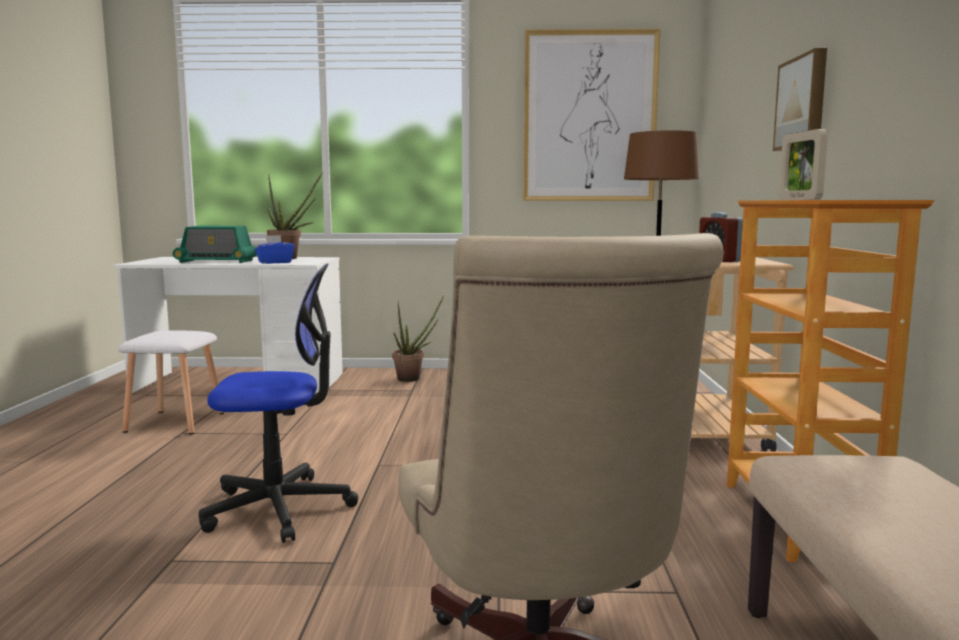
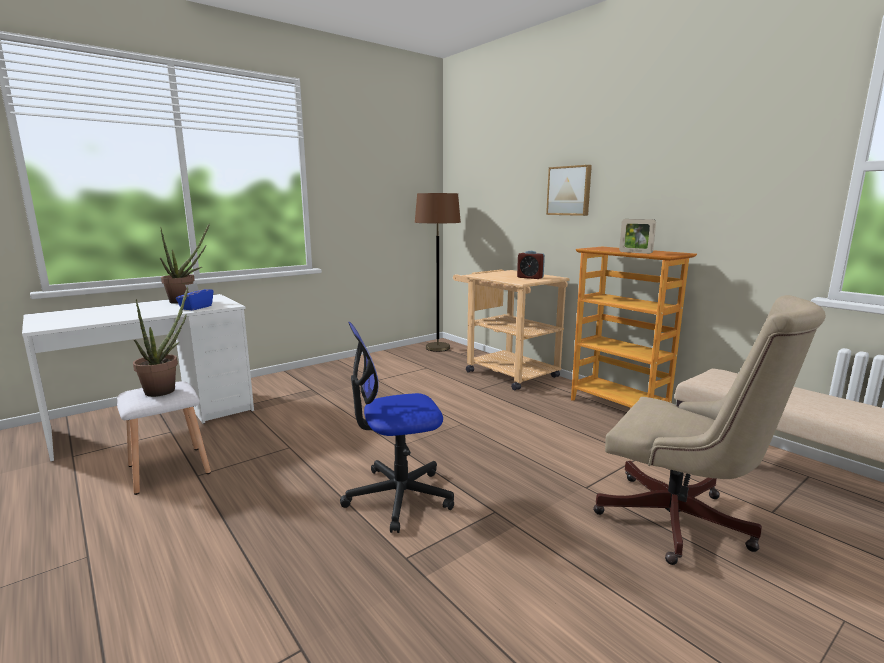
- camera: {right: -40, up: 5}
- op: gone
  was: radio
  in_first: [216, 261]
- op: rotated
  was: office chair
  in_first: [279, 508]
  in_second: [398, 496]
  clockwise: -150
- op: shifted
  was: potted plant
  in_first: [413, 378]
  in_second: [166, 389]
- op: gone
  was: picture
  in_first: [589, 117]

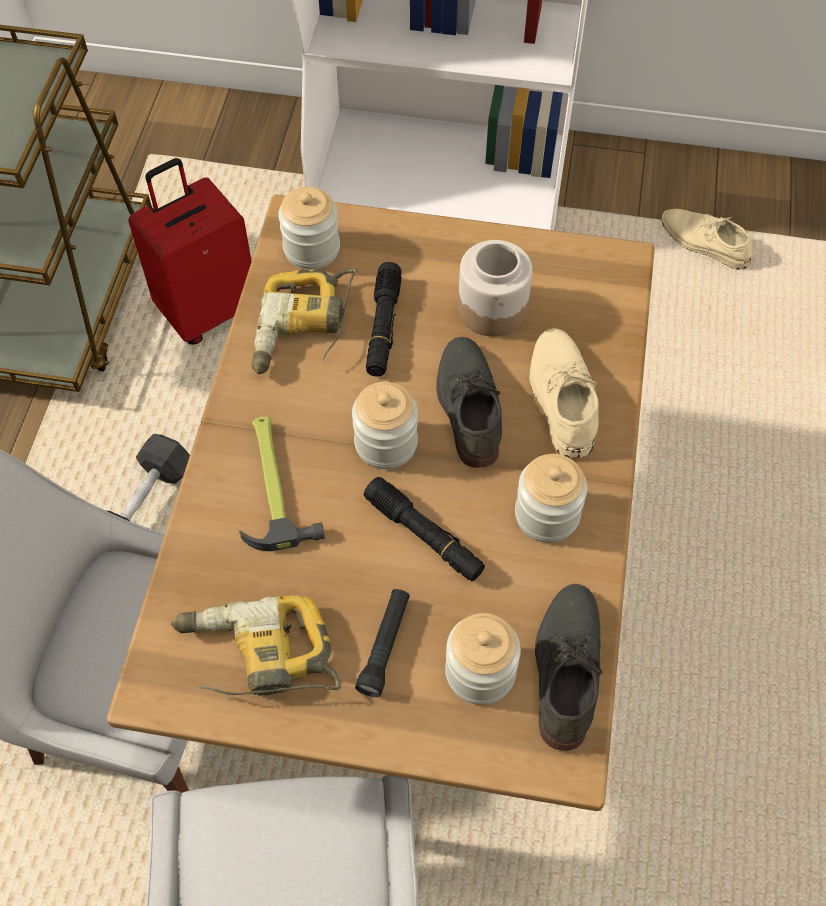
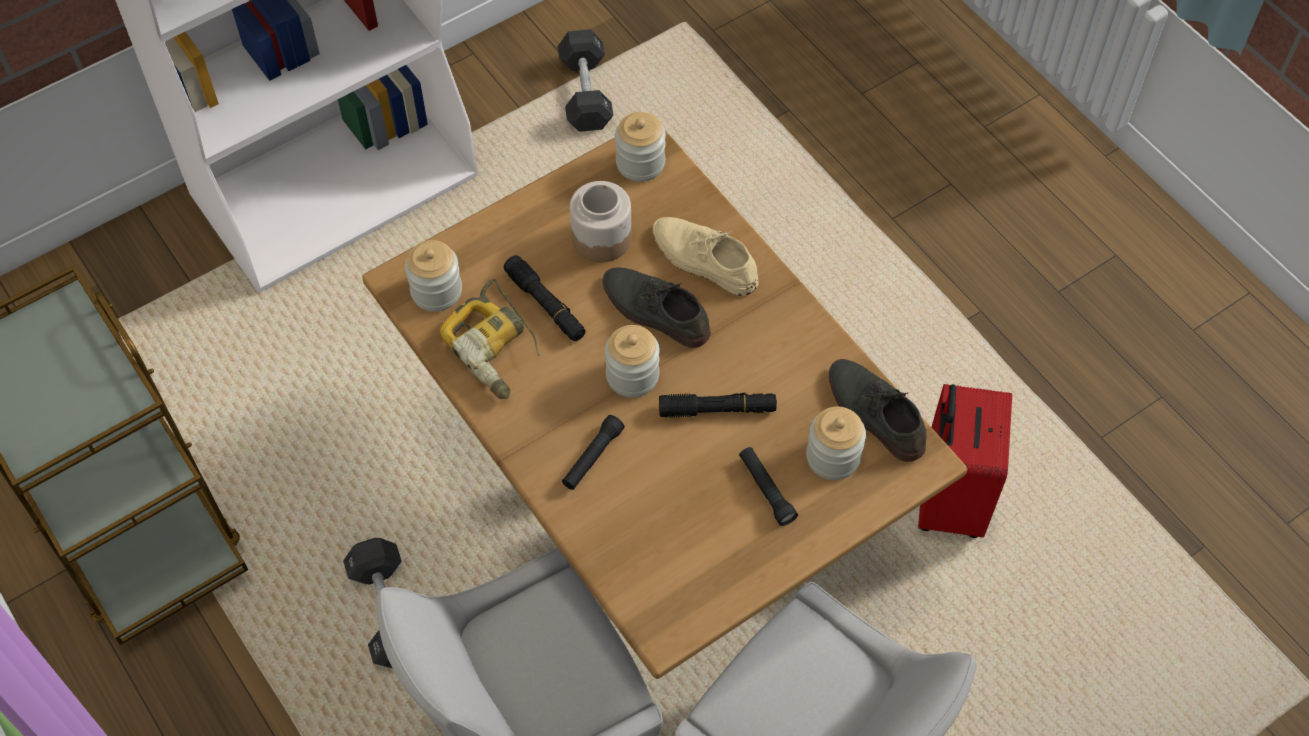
- camera: {right: -45, up: 0}
- op: shifted
  was: suitcase/red
  in_first: [208, 310]
  in_second: [948, 499]
- op: gone
  was: power drill
  in_first: [256, 657]
- op: swapped
  was: hammer
  now: flashlight/black
  in_first: [273, 484]
  in_second: [592, 458]
- op: shifted
  was: jar
  in_first: [547, 515]
  in_second: [640, 163]
- op: swapped
  was: shoe/beige
  now: dumbbell/black
  in_first: [704, 242]
  in_second: [585, 93]

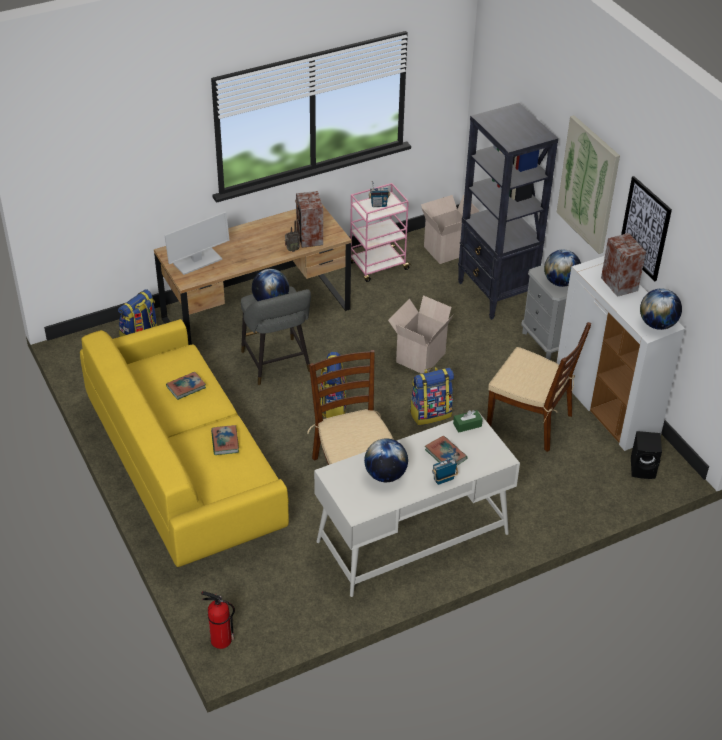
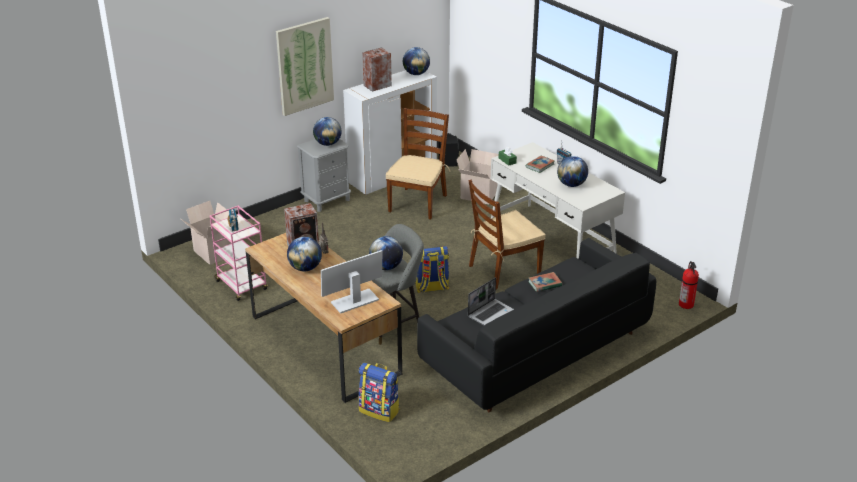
- camera: {right: -100, up: -10}
- op: repainted
  was: sofa/yellow
  now: sofa/black
  in_first: [186, 468]
  in_second: [534, 350]
- op: rotated
  was: monitor
  in_first: [197, 262]
  in_second: [355, 301]
  clockwise: -75
- op: swapped
  was: book
  now: laptop
  in_first: [186, 387]
  in_second: [491, 314]
- op: shifted
  was: cardboard box
  in_first: [419, 356]
  in_second: [478, 195]
- op: gone
  was: backpack
  in_first: [430, 413]
- op: gone
  was: bookcase/black
  in_first: [496, 294]
- op: gone
  was: picture
  in_first: [645, 228]
- op: new
  now: globe
  in_second: [305, 268]

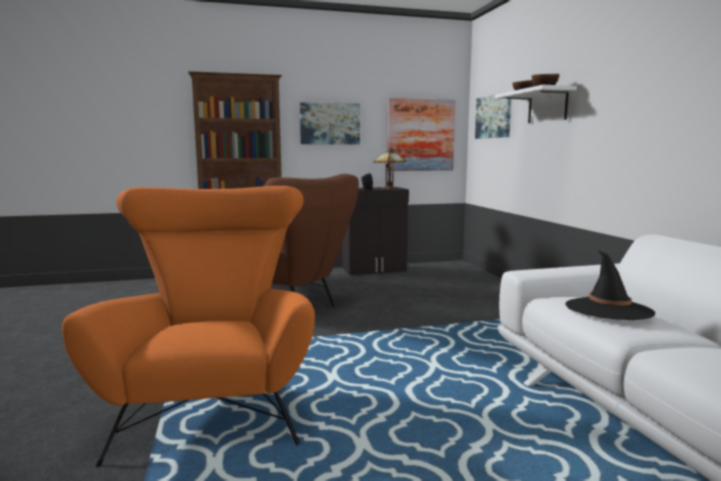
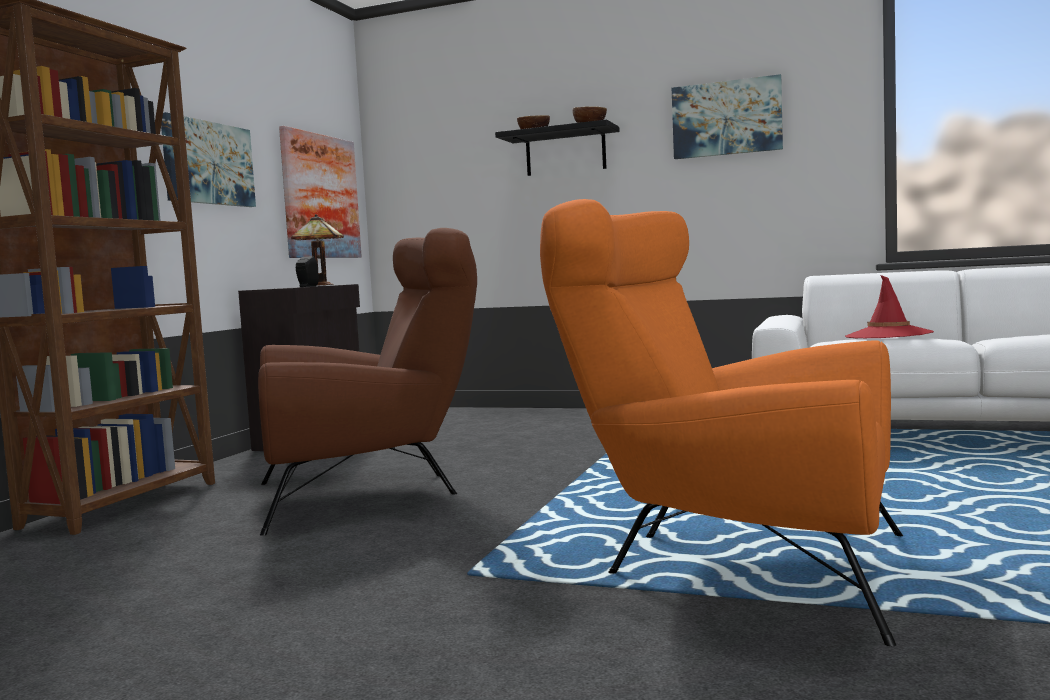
- camera: {right: -55, up: -5}
- op: shifted
  was: picture
  in_first: [493, 116]
  in_second: [726, 118]
- op: repainted
  was: shelf/white
  now: shelf/black
  in_first: [547, 106]
  in_second: [565, 152]
- op: repainted
  was: hat/black
  now: hat/red
  in_first: [608, 309]
  in_second: [888, 336]

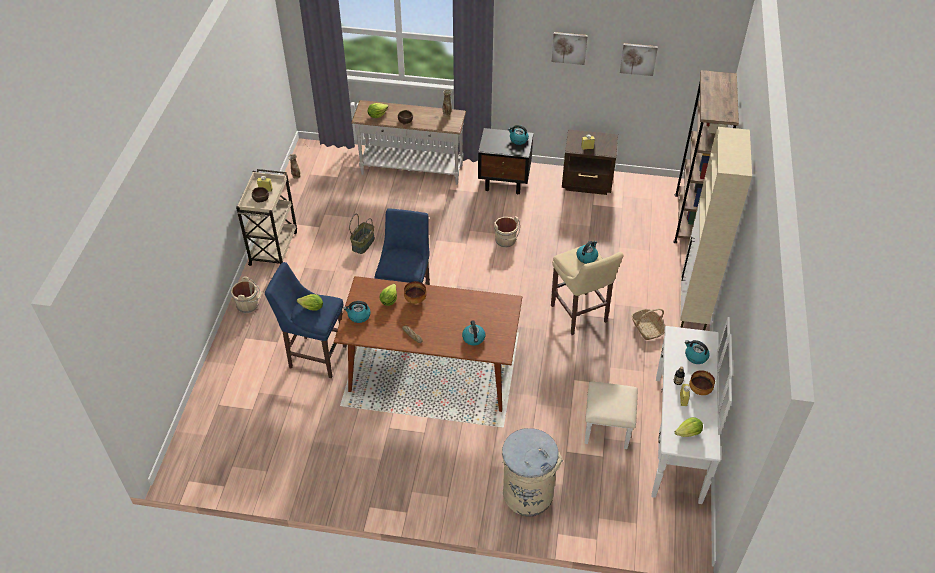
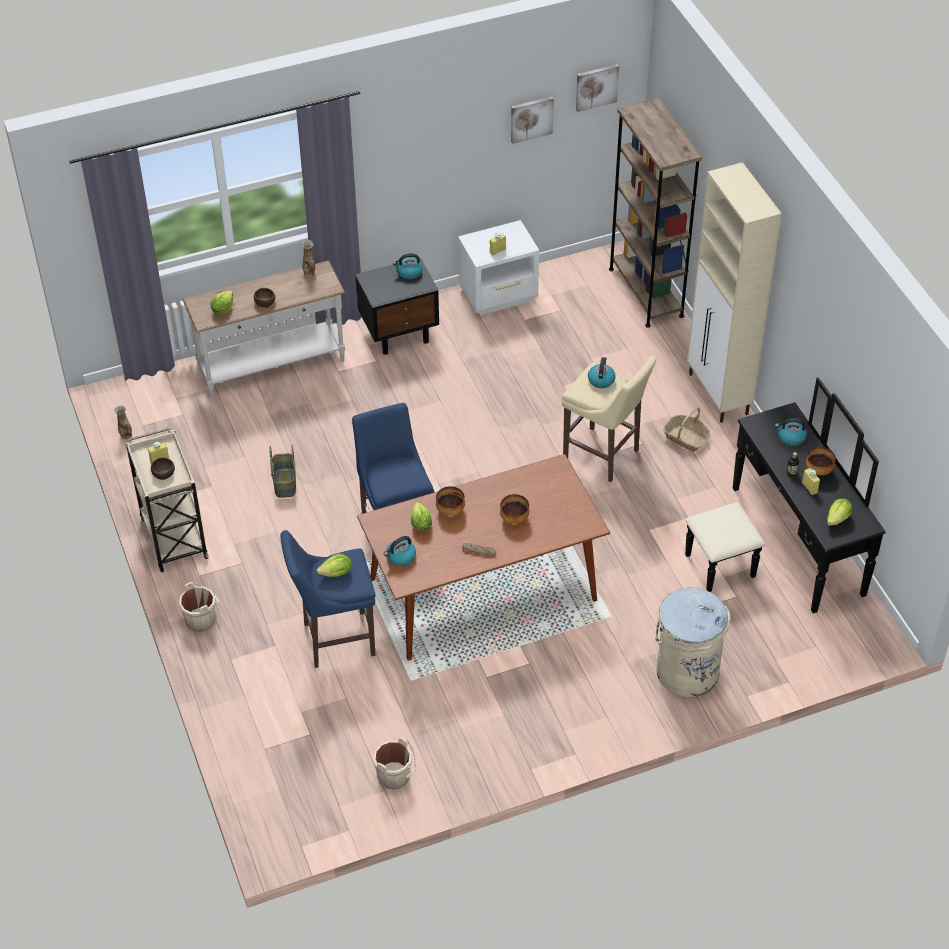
- camera: {right: -30, up: 0}
- op: gone
  was: kettle
  in_first: [474, 338]
- op: shifted
  was: bucket/beige
  in_first: [506, 241]
  in_second: [395, 776]
- op: shifted
  was: picture
  in_first: [569, 47]
  in_second: [596, 87]
- op: repainted
  was: nightstand/brown
  now: nightstand/white
  in_first: [587, 183]
  in_second: [499, 295]
- op: repainted
  was: dresser/white
  now: dresser/black
  in_first: [661, 436]
  in_second: [780, 547]
- op: new
  now: bowl
  in_second: [514, 518]

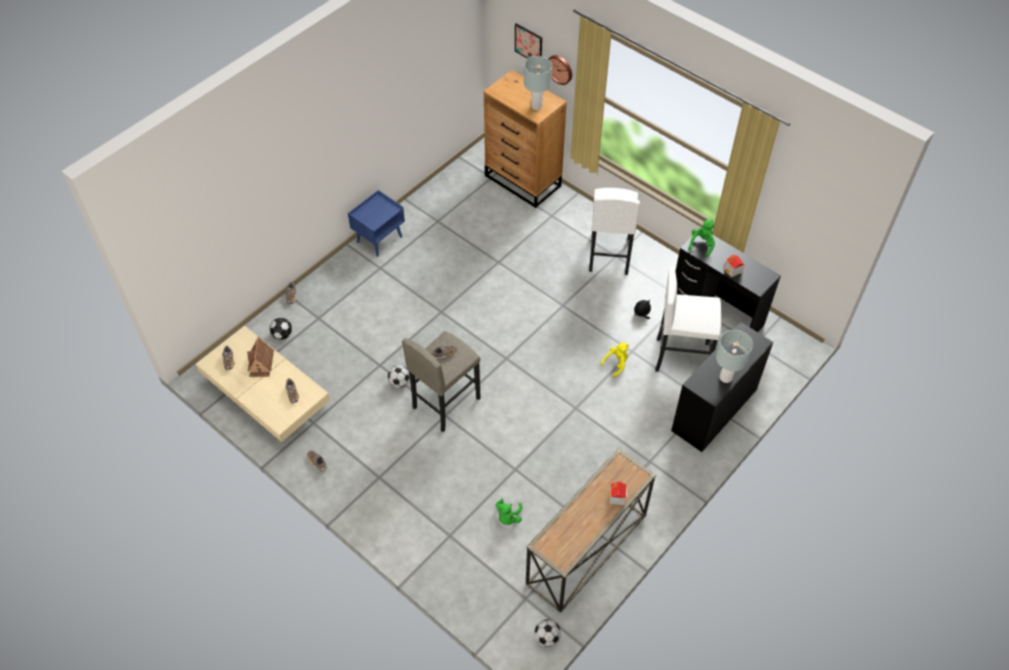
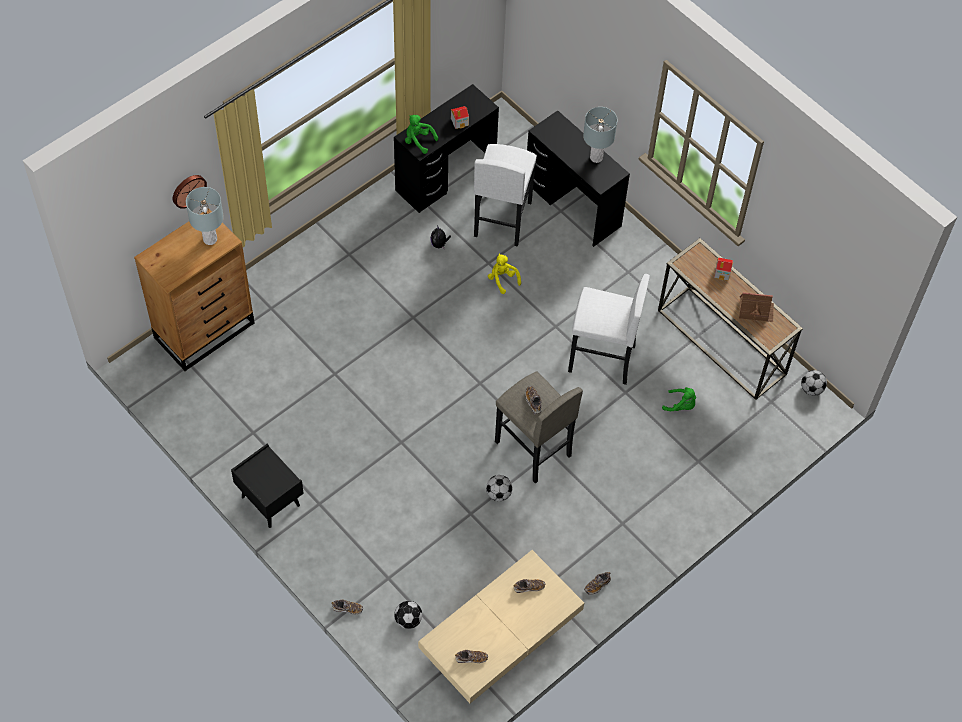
- camera: {right: -85, up: 5}
- op: shifted
  was: toy house
  in_first: [261, 364]
  in_second: [755, 310]
- op: repainted
  was: nightstand/blue
  now: nightstand/black
  in_first: [379, 239]
  in_second: [270, 501]
- op: gone
  was: picture
  in_first: [528, 44]
- op: shifted
  was: stool/white
  in_first: [609, 255]
  in_second: [601, 359]

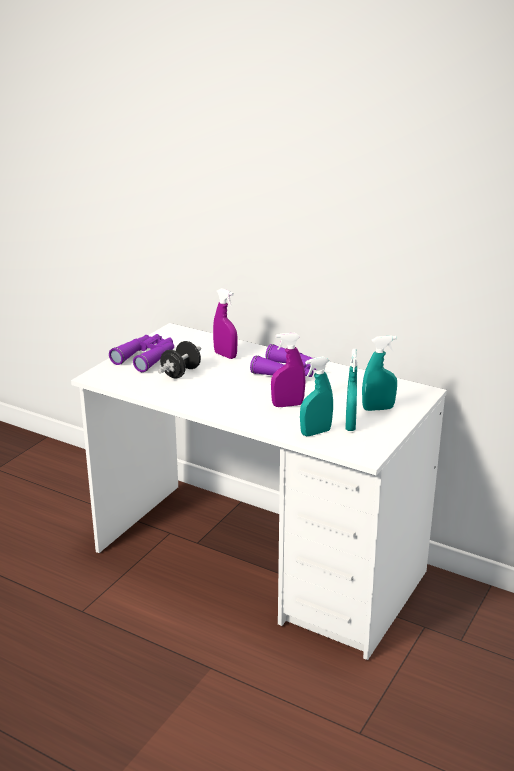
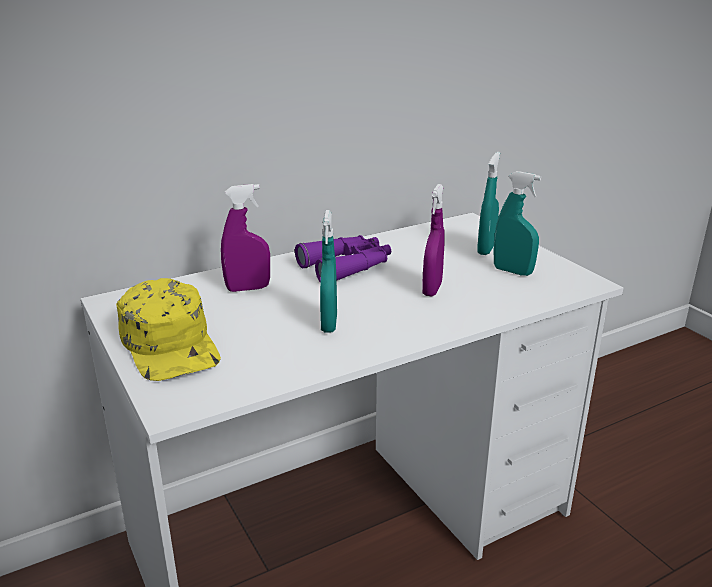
- camera: {right: -60, up: 0}
- op: swapped
  was: binoculars/purple
  now: cap/yellow
  in_first: [146, 358]
  in_second: [171, 344]
- op: gone
  was: dumbbell/black
  in_first: [181, 373]
- op: shifted
  was: spray bottle/turquoise
  in_first: [315, 432]
  in_second: [329, 324]

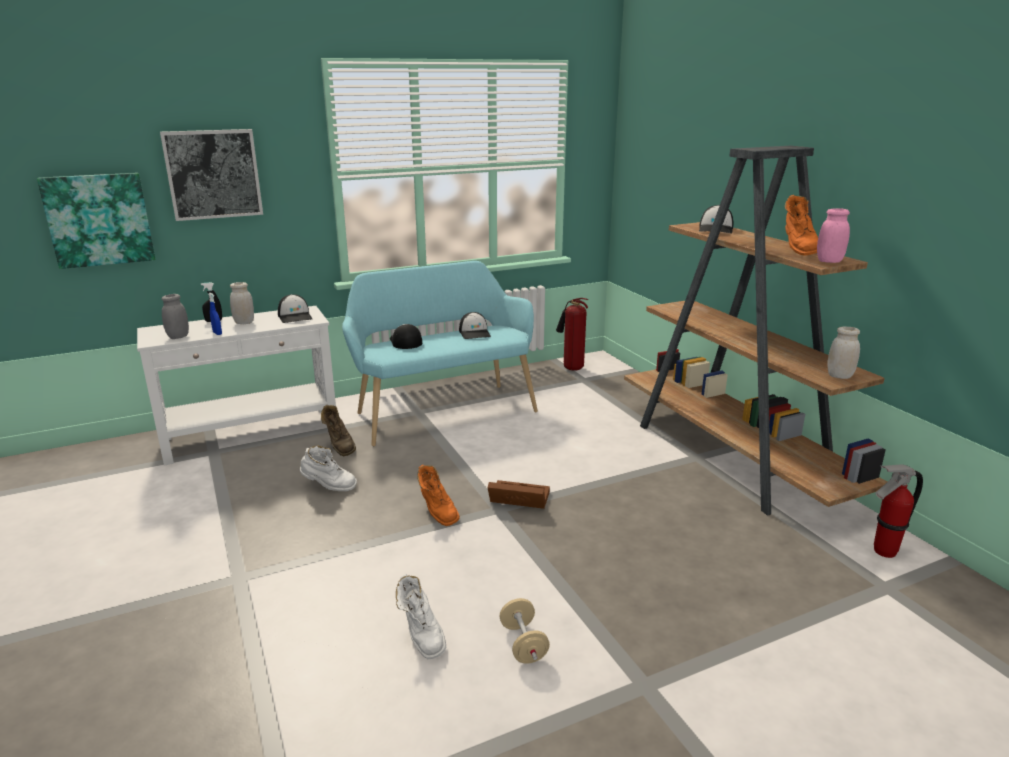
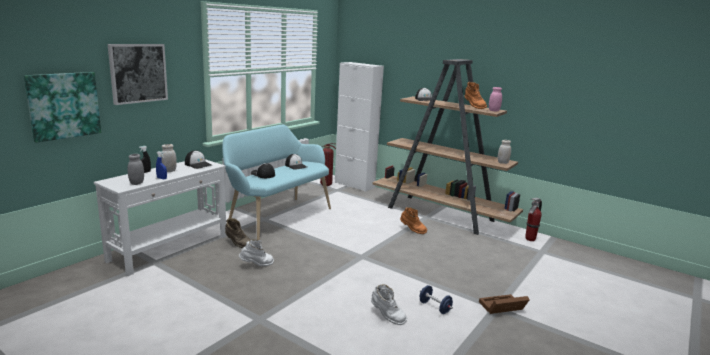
- camera: {right: -30, up: -5}
- op: shifted
  was: boot/orange
  in_first: [437, 512]
  in_second: [412, 230]
- op: shifted
  was: storage box/brown
  in_first: [517, 499]
  in_second: [501, 308]
- op: repainted
  was: dumbbell/beige
  now: dumbbell/blue
  in_first: [523, 644]
  in_second: [434, 307]
- op: new
  now: cabinet/white
  in_second: [354, 185]

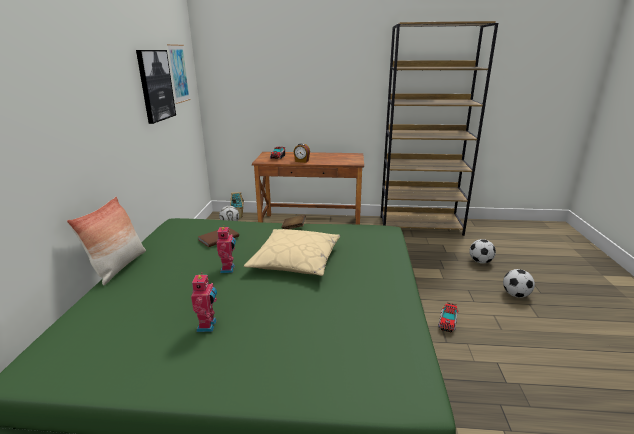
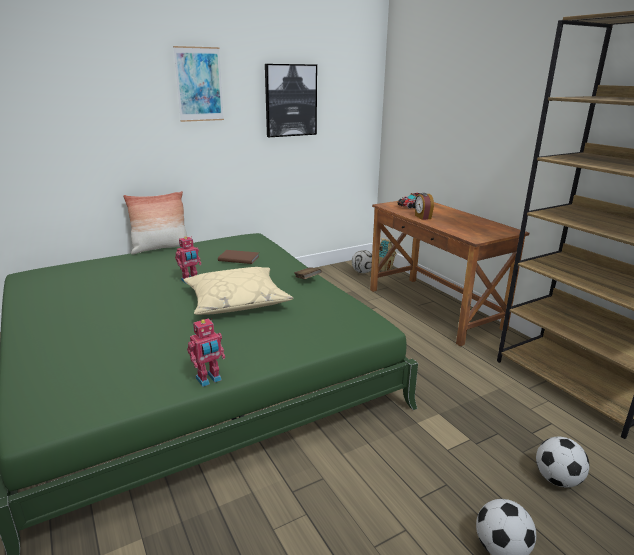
- camera: {right: 55, up: 0}
- op: shifted
  was: picture
  in_first: [178, 73]
  in_second: [199, 84]
- op: shifted
  was: toy robot
  in_first: [208, 326]
  in_second: [209, 380]
- op: gone
  was: toy truck
  in_first: [447, 322]

